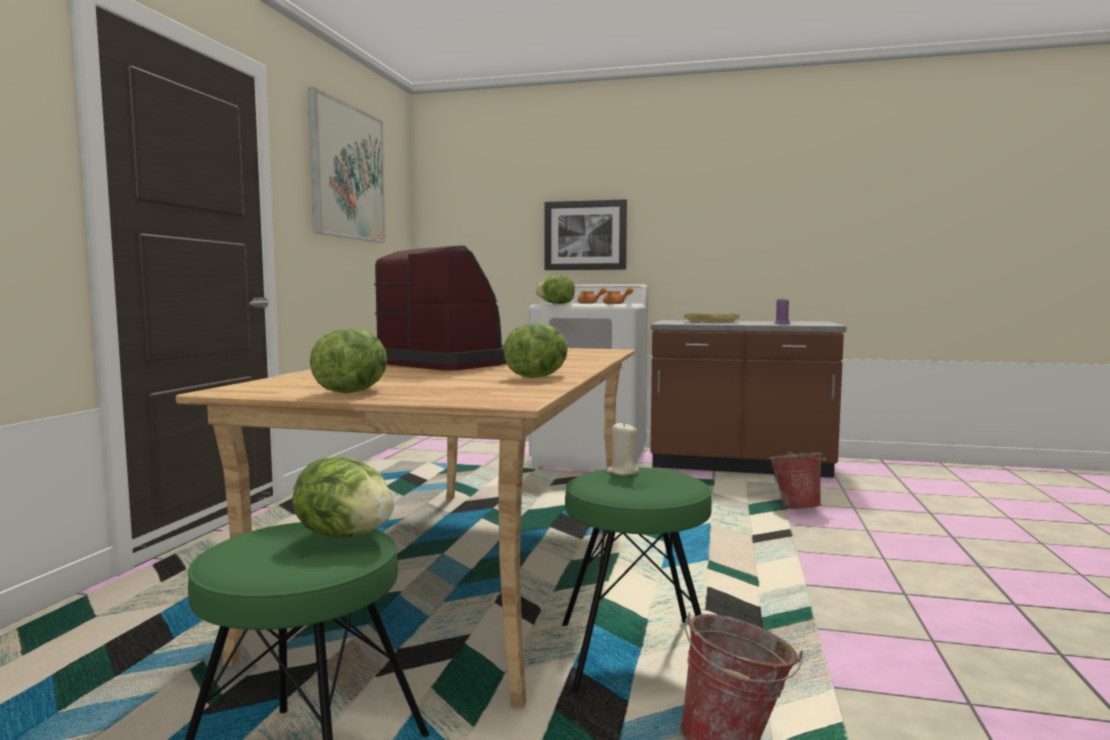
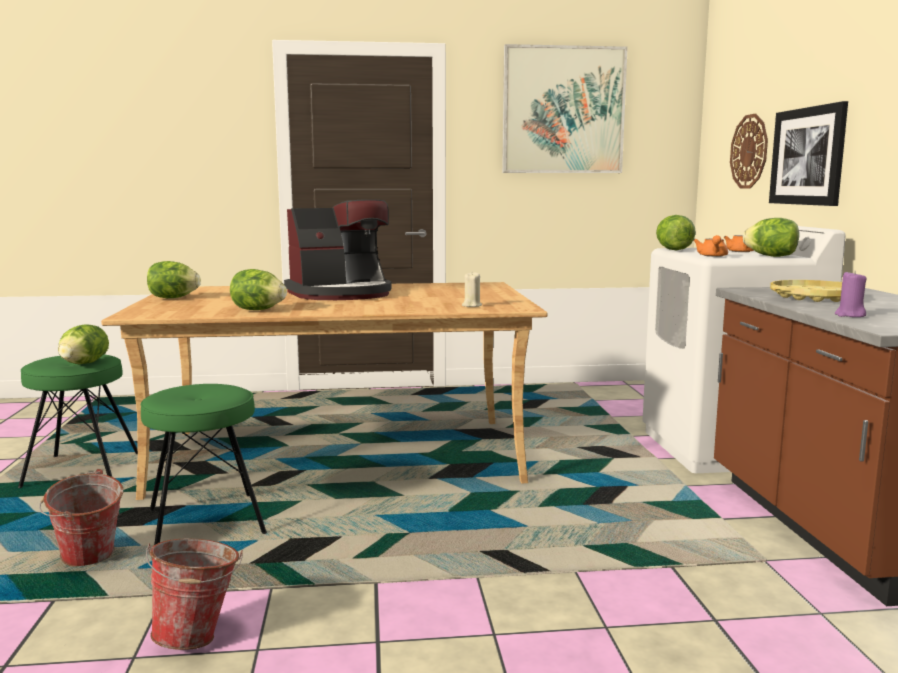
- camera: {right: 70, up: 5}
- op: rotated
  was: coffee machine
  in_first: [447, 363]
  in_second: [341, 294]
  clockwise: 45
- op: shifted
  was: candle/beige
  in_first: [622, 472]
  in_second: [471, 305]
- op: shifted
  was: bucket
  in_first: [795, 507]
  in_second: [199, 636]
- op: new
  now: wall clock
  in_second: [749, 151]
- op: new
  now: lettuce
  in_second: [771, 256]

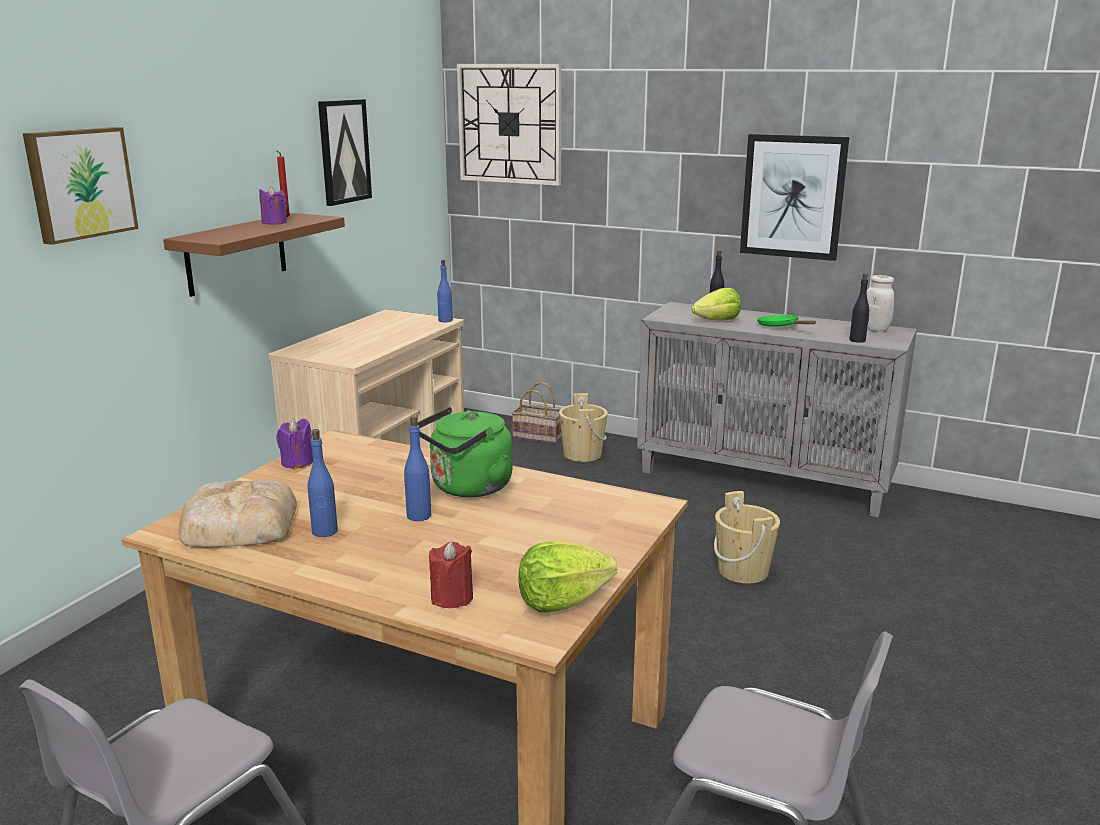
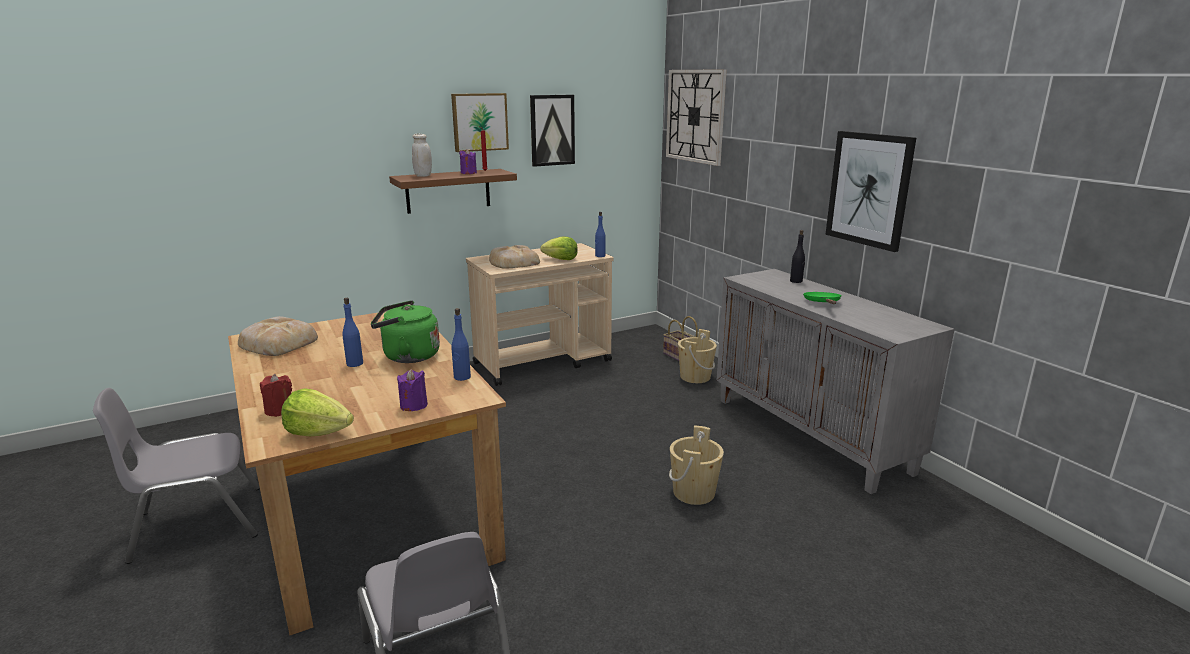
- camera: {right: 35, up: 0}
- op: shifted
  was: picture
  in_first: [79, 183]
  in_second: [479, 122]
- op: shifted
  was: candle/purple
  in_first: [297, 462]
  in_second: [414, 405]
- op: shifted
  was: bottle/blue
  in_first: [324, 532]
  in_second: [462, 377]
- op: shifted
  was: lettuce
  in_first: [717, 321]
  in_second: [561, 259]
- op: gone
  was: bottle/black
  in_first: [857, 340]
- op: shifted
  was: jar/white
  in_first: [875, 329]
  in_second: [423, 175]
- op: new
  now: bread
  in_second: [513, 262]

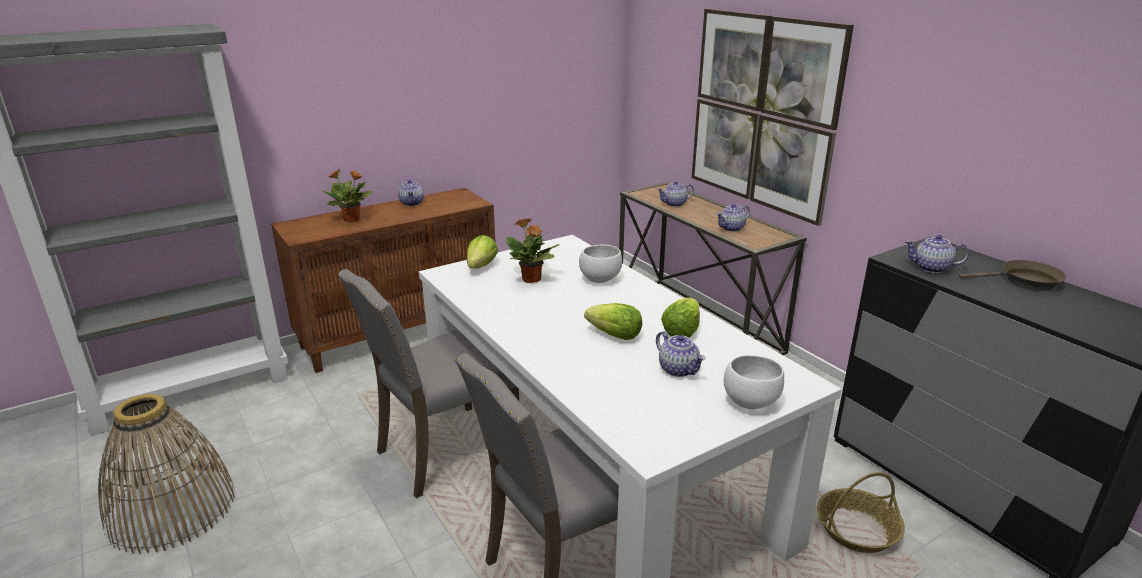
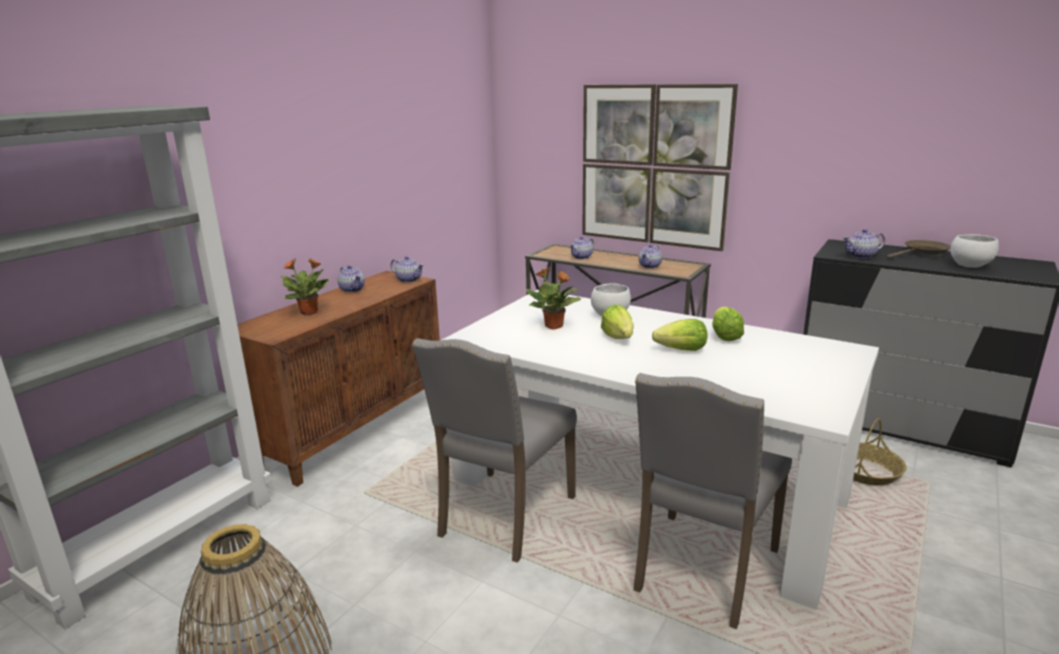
- camera: {right: -25, up: -5}
- op: shifted
  was: lettuce
  in_first: [481, 266]
  in_second: [618, 337]
- op: shifted
  was: teapot
  in_first: [679, 369]
  in_second: [409, 280]
- op: shifted
  was: bowl/white
  in_first: [750, 401]
  in_second: [969, 265]

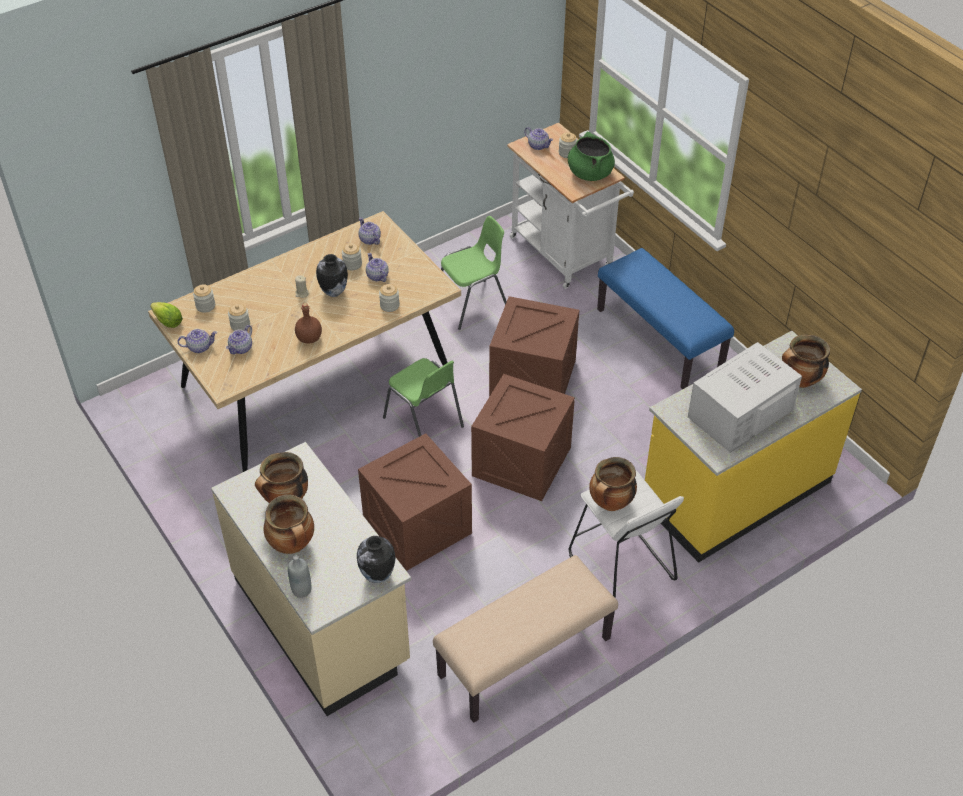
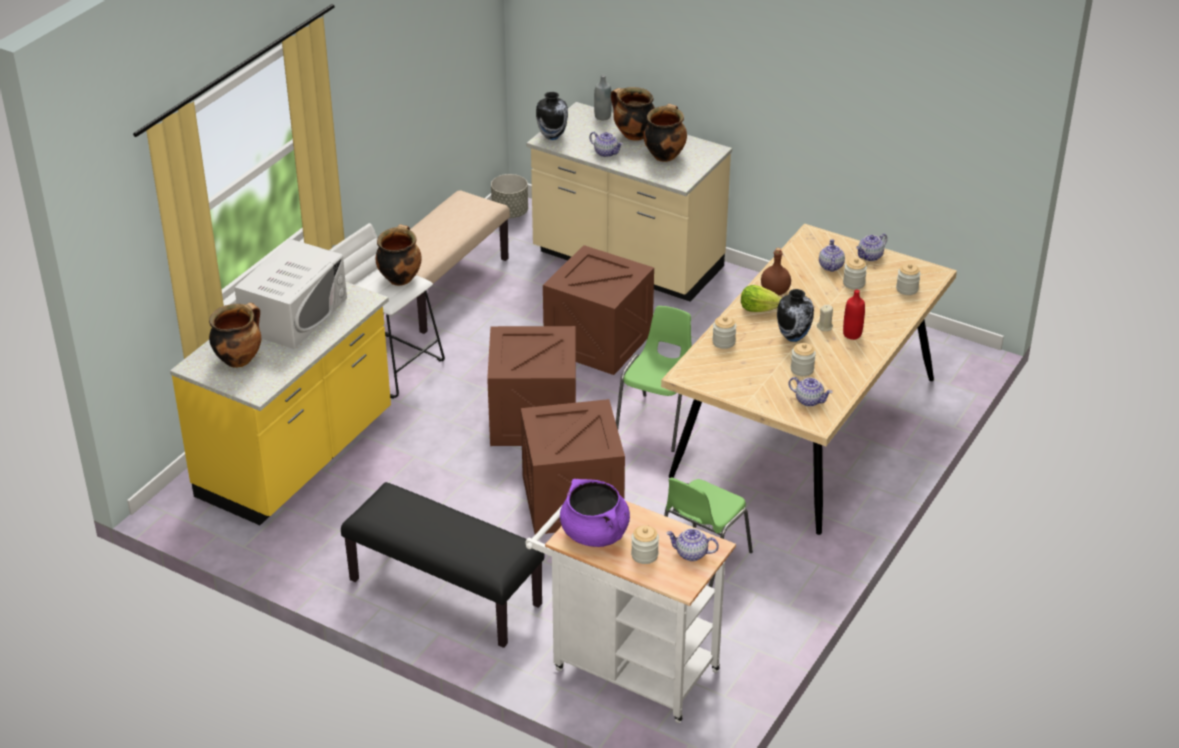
- camera: {right: 155, up: -10}
- op: shifted
  was: lettuce
  in_first: [168, 322]
  in_second: [758, 309]
- op: shifted
  was: teapot
  in_first: [377, 276]
  in_second: [606, 153]
- op: rotated
  was: chair/green
  in_first: [424, 422]
  in_second: [658, 422]
  clockwise: 90
- op: repainted
  was: cooking pot/green
  now: cooking pot/purple
  in_first: [589, 173]
  in_second: [595, 534]
- op: repainted
  was: bench/blue
  now: bench/black
  in_first: [660, 339]
  in_second: [444, 593]
- op: new
  now: planter/grey
  in_second: [510, 213]
- op: new
  now: bottle/red
  in_second: [852, 334]

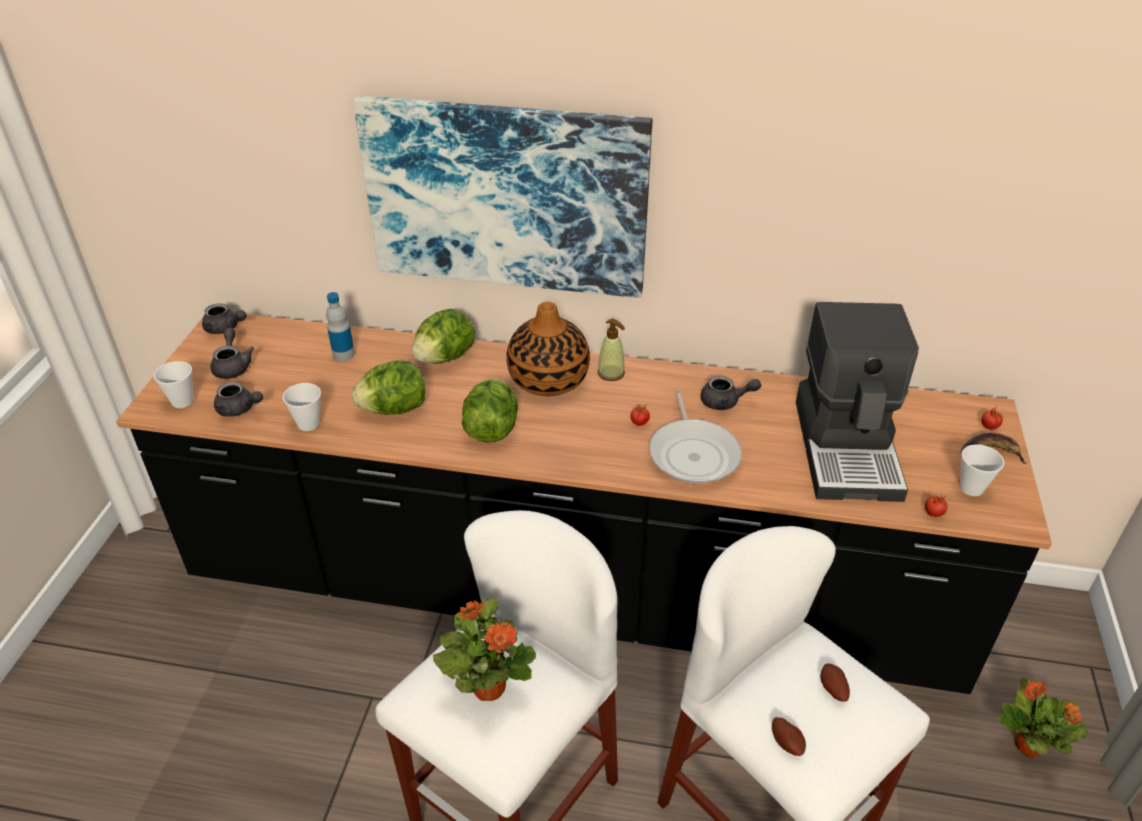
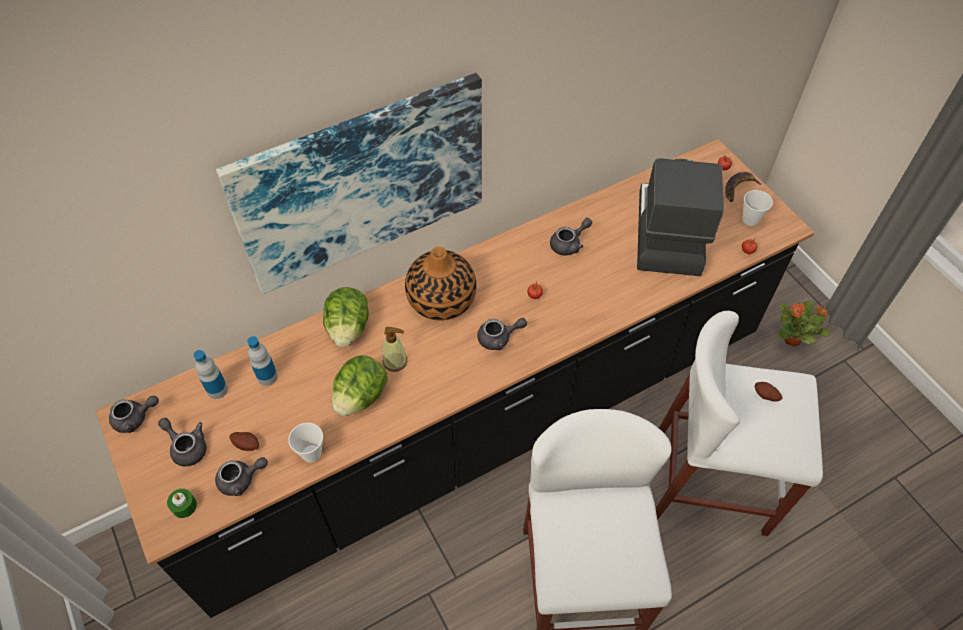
- camera: {right: -40, up: 15}
- op: swapped
  was: cup
  now: candle/green
  in_first: [182, 401]
  in_second: [184, 506]
- op: gone
  was: potted plant
  in_first: [488, 686]
- op: gone
  was: lettuce
  in_first: [491, 429]
- op: shifted
  was: soap dispenser
  in_first: [611, 373]
  in_second: [395, 361]
- op: gone
  was: frying pan
  in_first: [693, 453]
- op: shifted
  was: potato
  in_first: [787, 743]
  in_second: [246, 444]
- op: rotated
  was: coffee machine
  in_first: [848, 448]
  in_second: [667, 233]
  clockwise: -135
- op: new
  now: bottle
  in_second: [217, 390]
- op: new
  now: teapot/grey
  in_second: [499, 338]

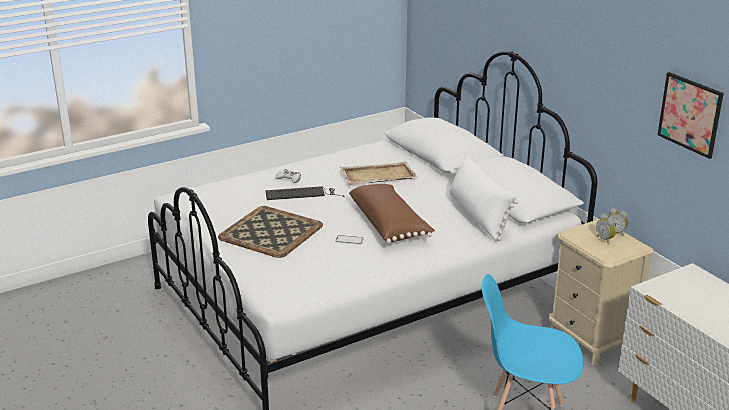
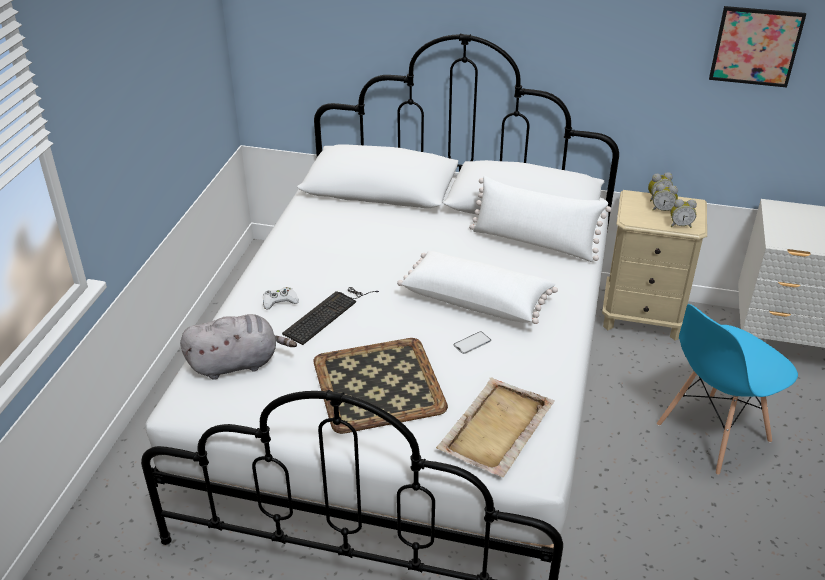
- camera: {right: -45, up: 10}
- op: shifted
  was: tray/beige
  in_first: [377, 176]
  in_second: [495, 429]
- op: repainted
  was: pillow/brown
  now: pillow/white
  in_first: [389, 224]
  in_second: [477, 299]
- op: new
  now: plush toy/grey
  in_second: [237, 363]
- op: new
  now: alarm clock
  in_second: [680, 225]

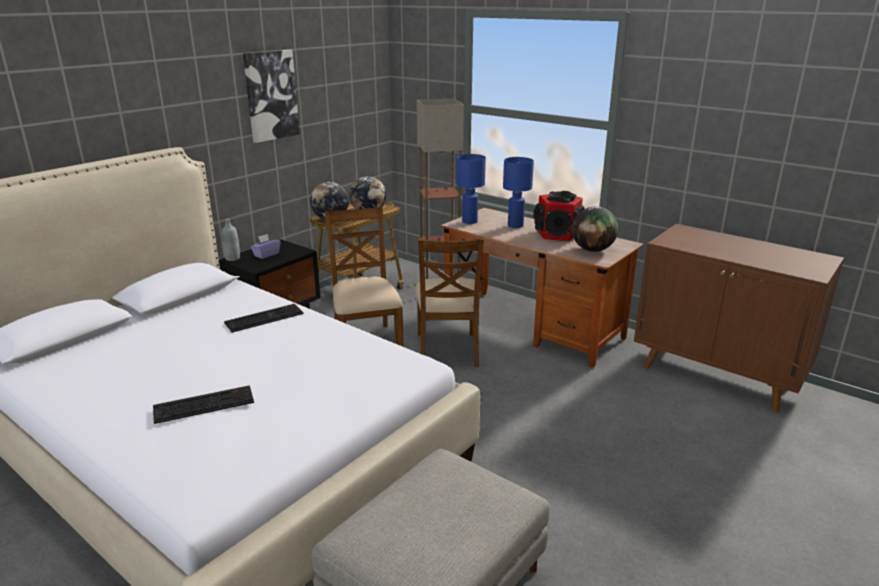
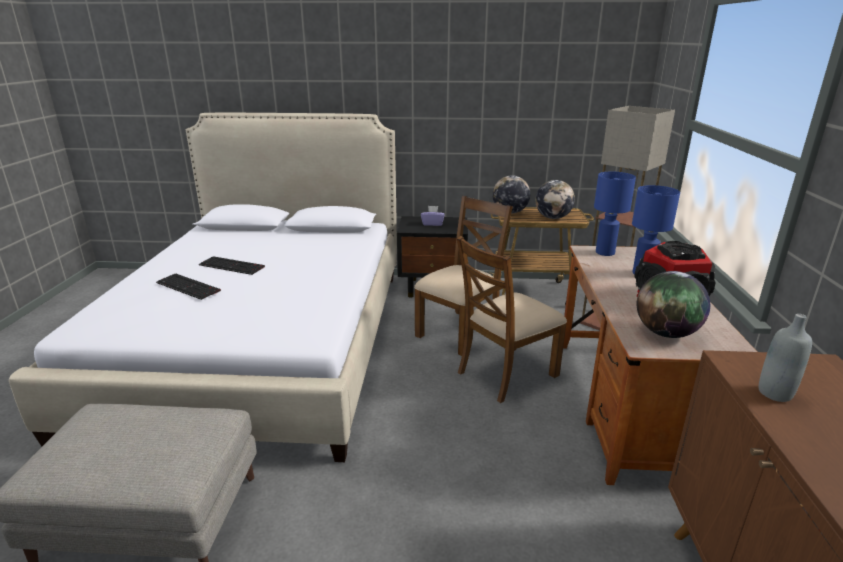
- camera: {right: 55, up: 0}
- op: shifted
  was: bottle/grey
  in_first: [232, 258]
  in_second: [775, 393]
- op: shifted
  was: keyboard
  in_first: [265, 317]
  in_second: [233, 265]
- op: gone
  was: picture
  in_first: [271, 95]

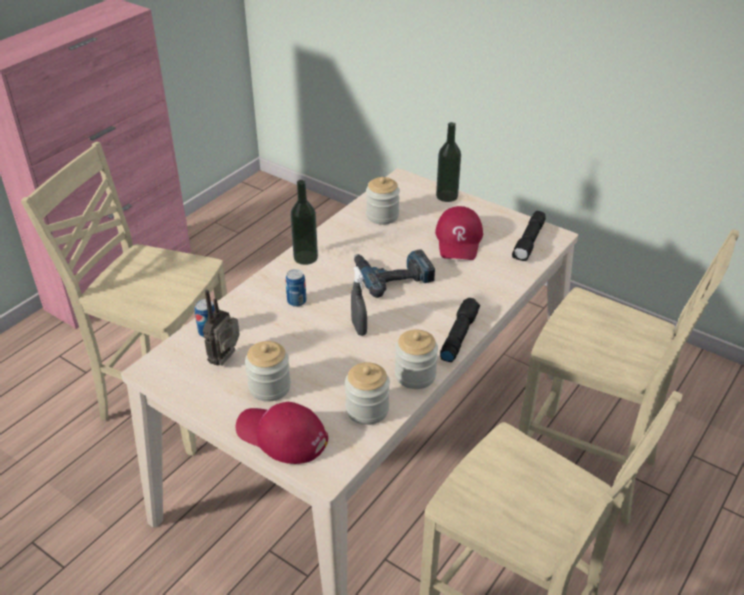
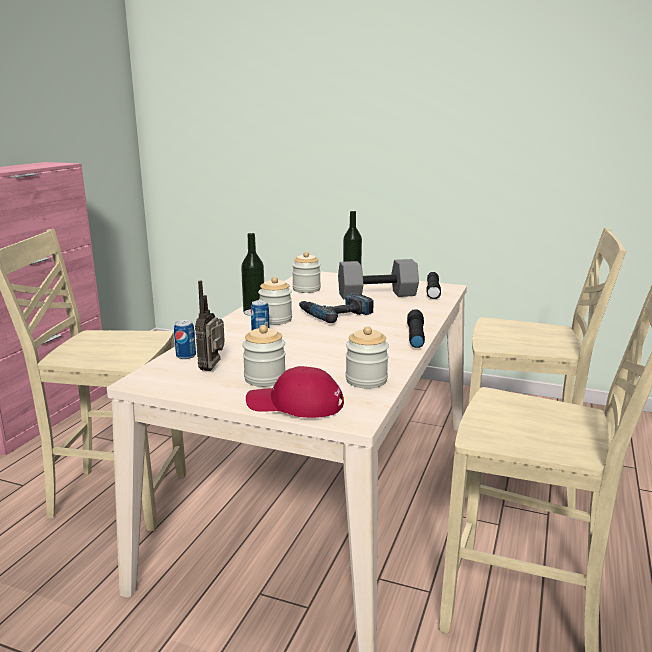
- camera: {right: -15, up: -20}
- op: gone
  was: spray bottle/grey
  in_first: [359, 328]
- op: shifted
  was: jar
  in_first: [415, 375]
  in_second: [275, 320]
- op: swapped
  was: cap/red
  now: dumbbell/grey
  in_first: [459, 240]
  in_second: [377, 294]

